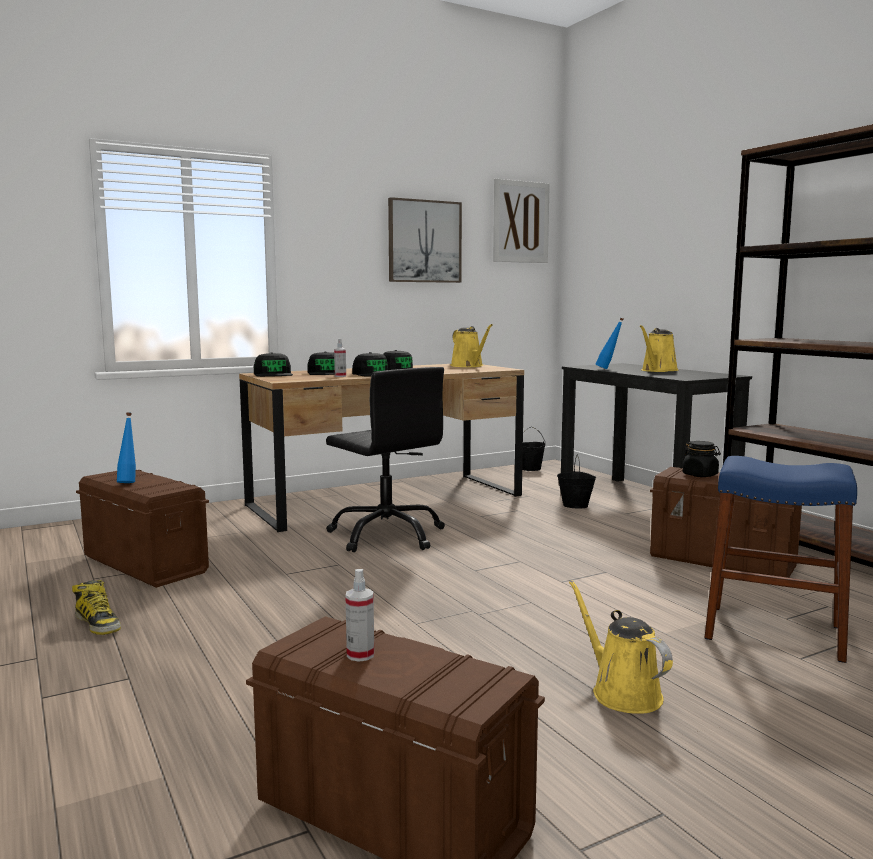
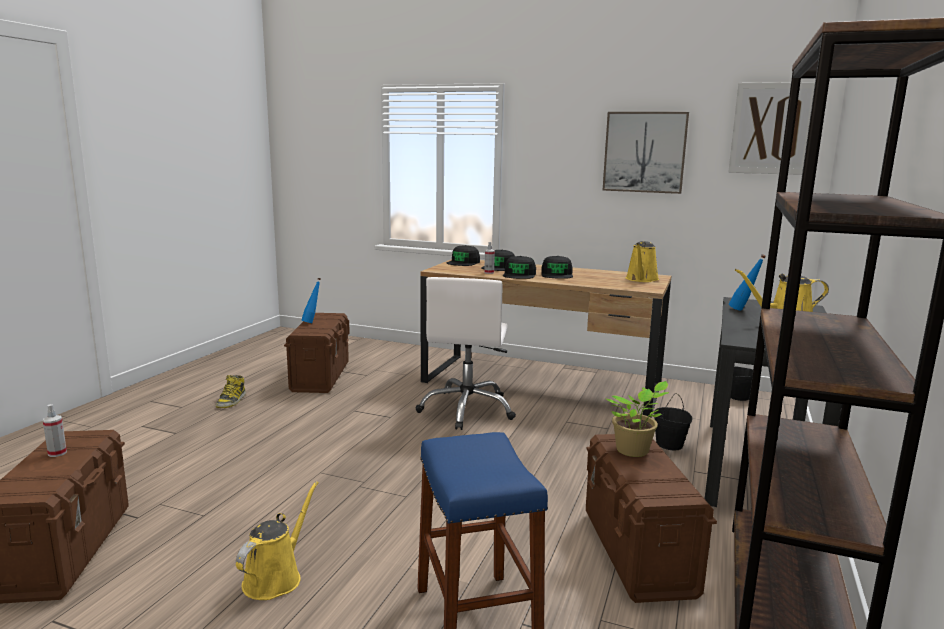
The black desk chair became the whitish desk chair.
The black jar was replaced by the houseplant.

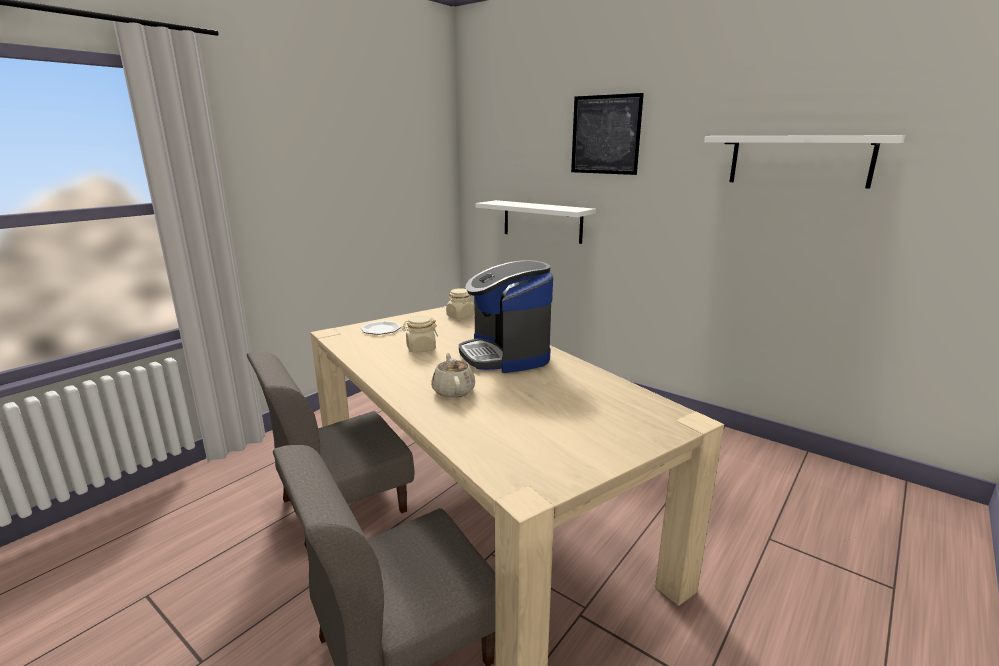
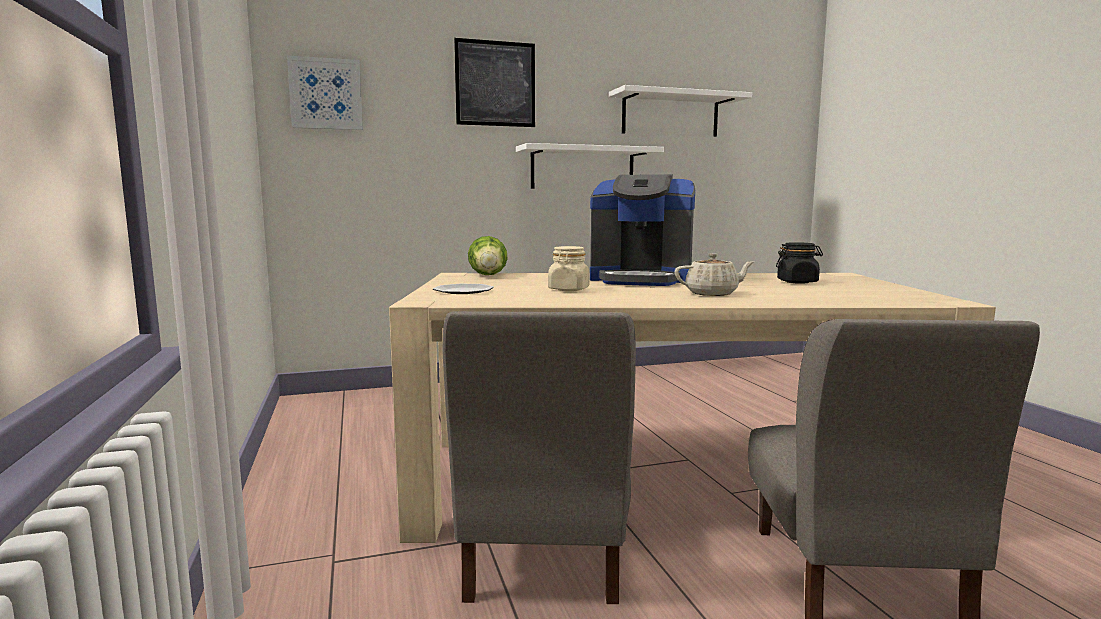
The wall picture (1st from left) appeared.
The beige jar (2nd from left) was replaced by the lettuce head.
The whitish bracket shelf (1st from left) moved.
The beige pot for tea turned 150 degrees clockwise.
The black jar appeared.

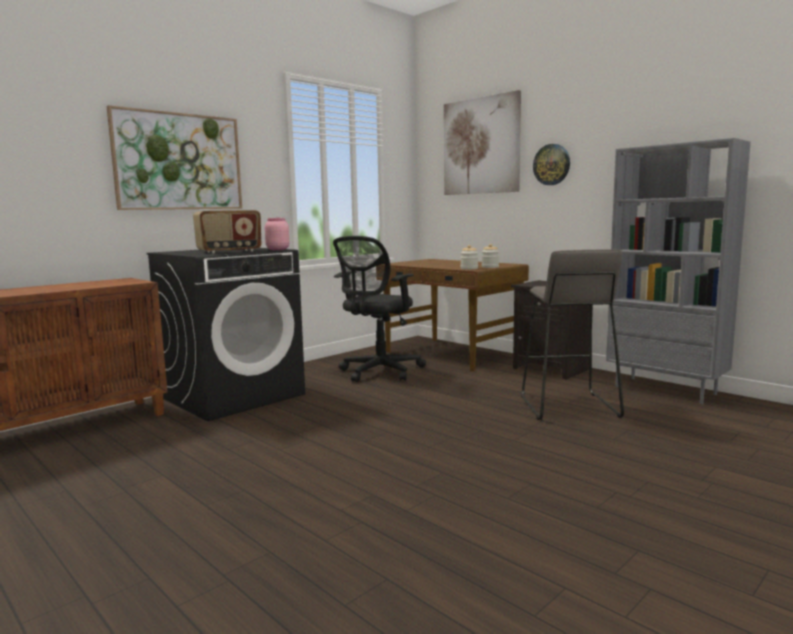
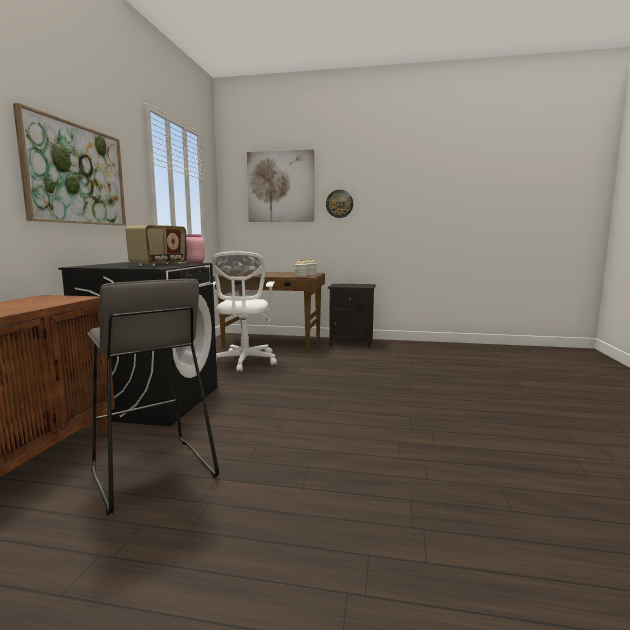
The gray stool seat moved.
The black desk chair became the whitish desk chair.
The gray bookshelf disappeared.

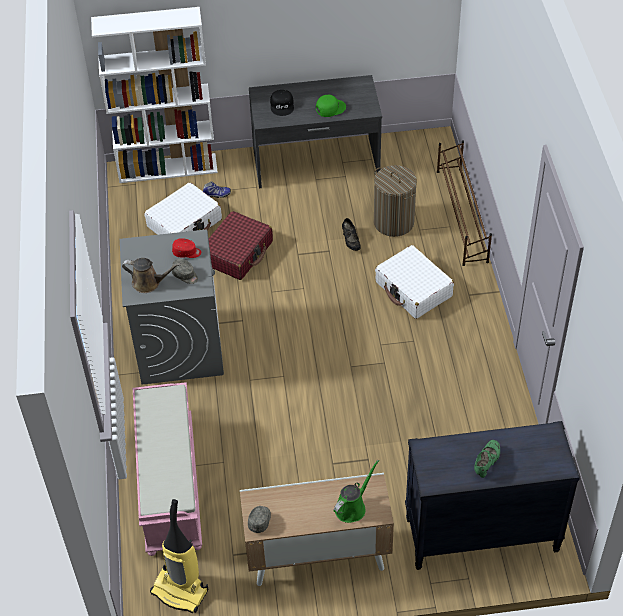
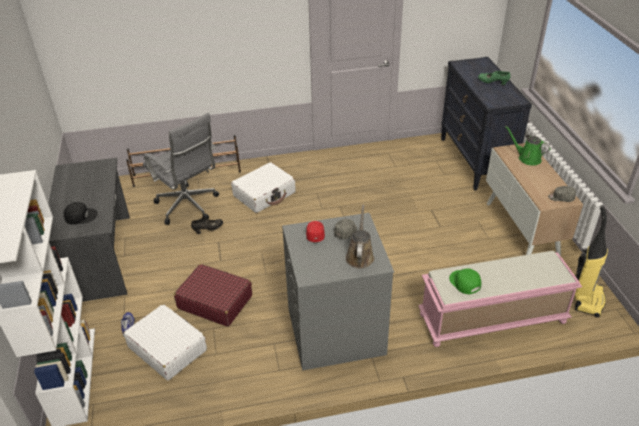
The laundry basket was replaced by the gray desk chair.
The green baseball cap moved.

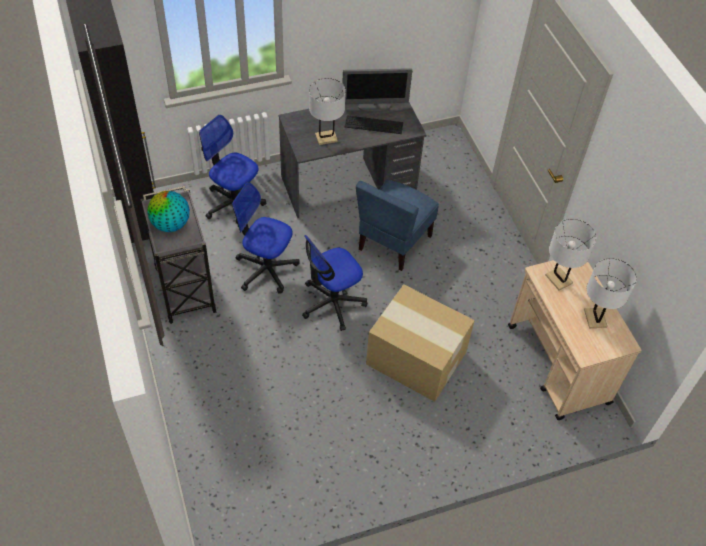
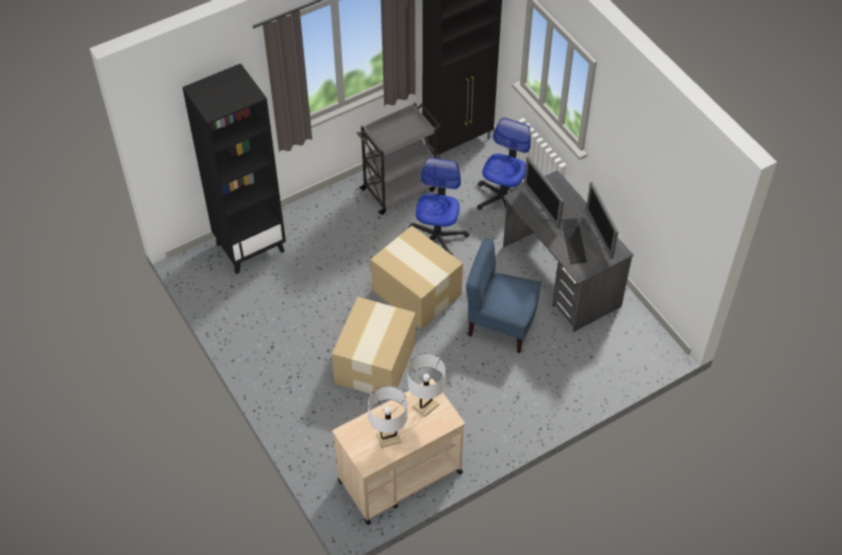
The black bookshelf appeared.
The desk chair (3rd from left) was replaced by the cardboard box (2nd from left).
The whitish tabletop lamp (1st from left) was replaced by the monitor (1st from left).
The globe disappeared.

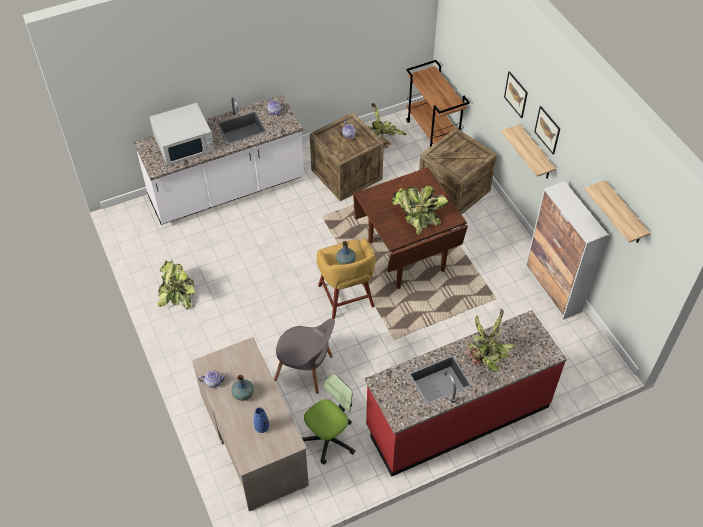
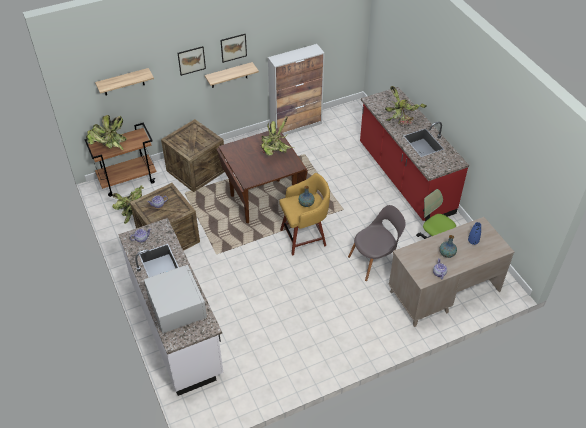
The houseplant (1st from left) moved.
The bracket shelf (2nd from left in the first image) moved.
The gray upright chair turned 45 degrees clockwise.

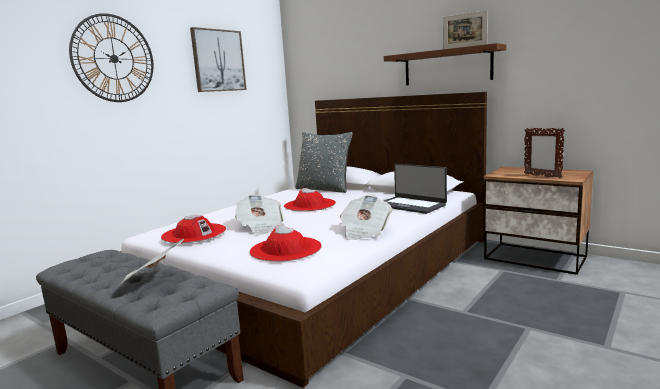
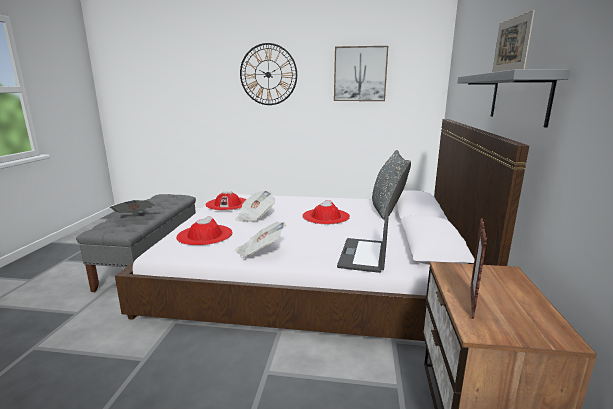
The brownish bracket shelf became the gray bracket shelf.

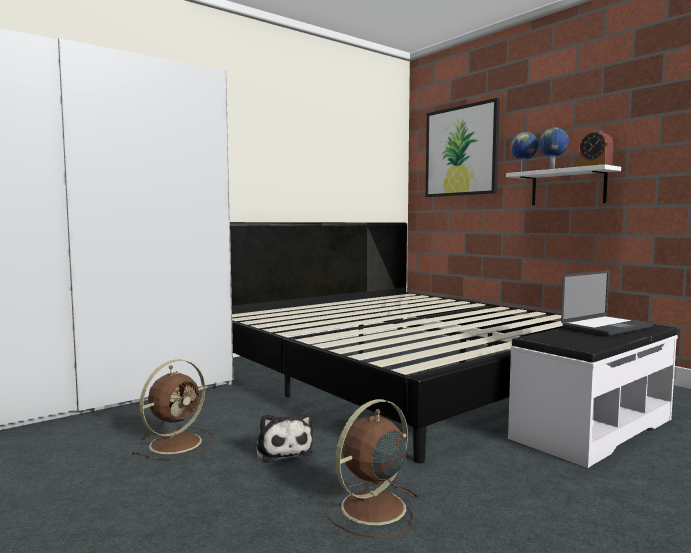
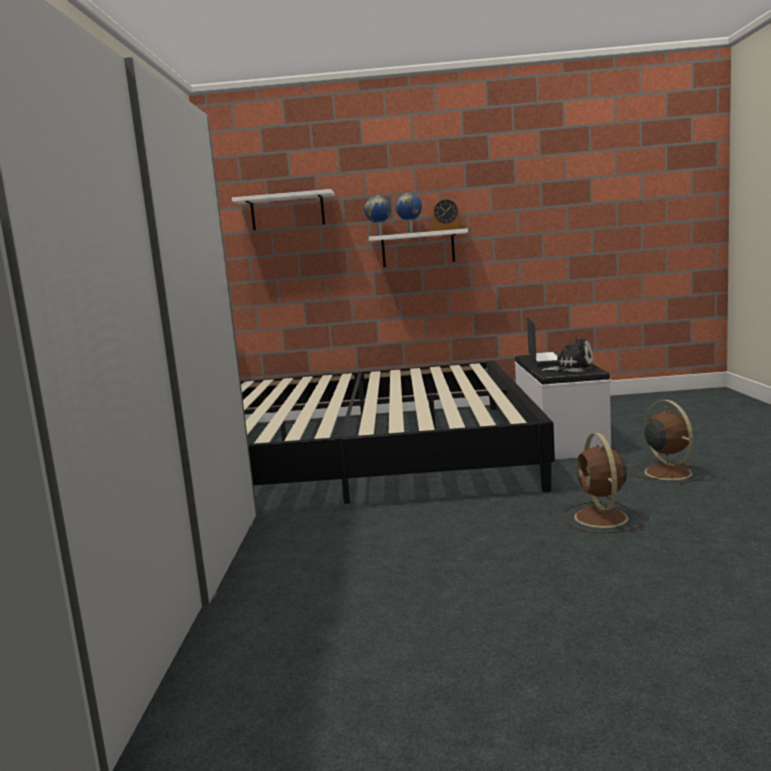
The wall picture was replaced by the whitish bracket shelf (1st from left).
The plush toy moved.
The brownish cooling fan (1st from left in the first image) moved.

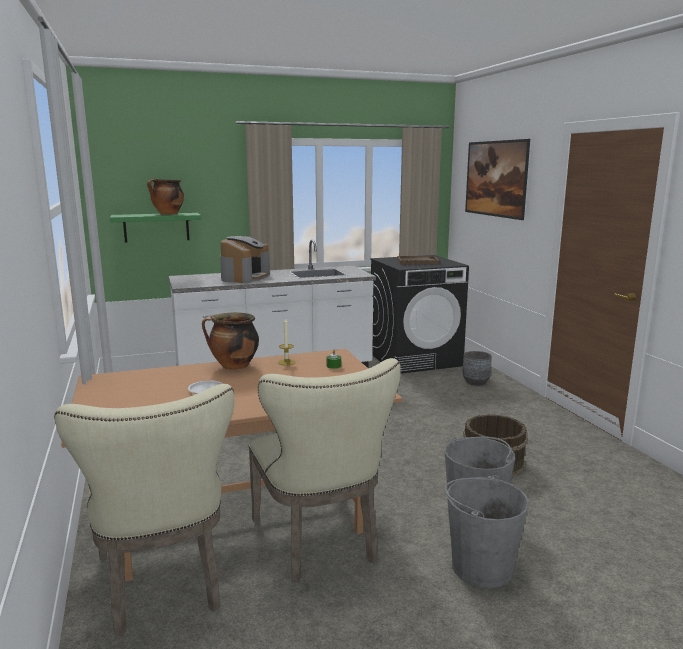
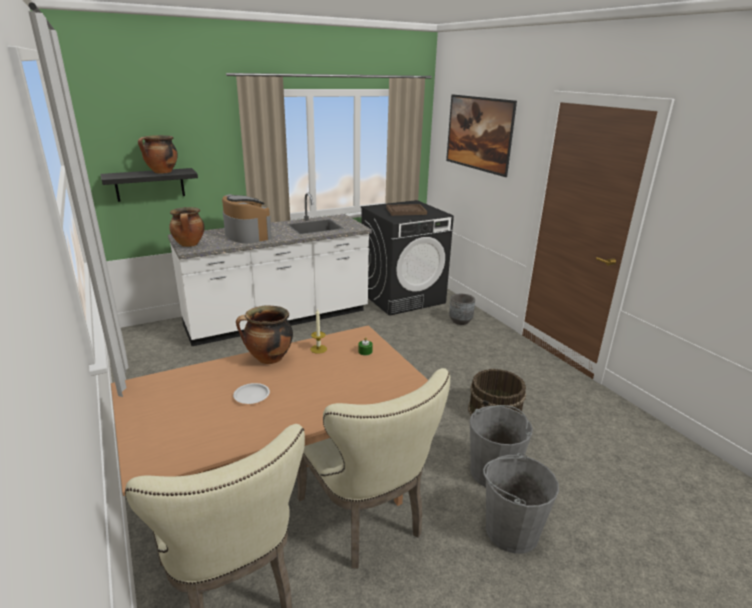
The green bracket shelf became the black bracket shelf.
The stockpot (2nd from left) appeared.
The coffee machine turned 45 degrees counterclockwise.

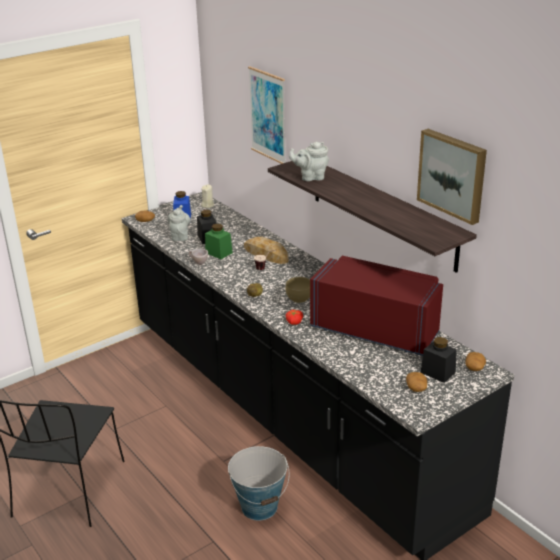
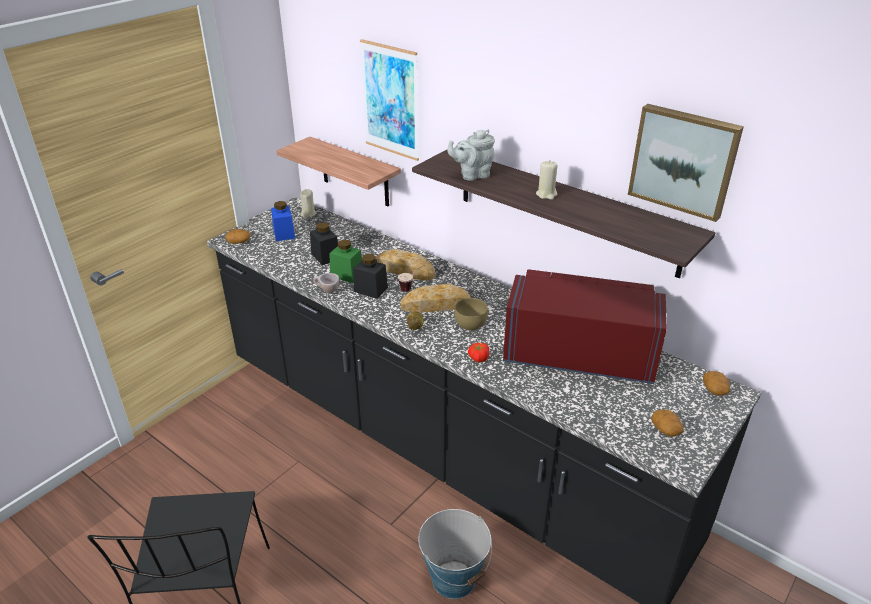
The bracket shelf (1st from left) appeared.
The black jar (2nd from left) moved.
The bread (2nd from left) appeared.
The beige wax light (2nd from left) appeared.
The gray pot for tea (1st from left) disappeared.

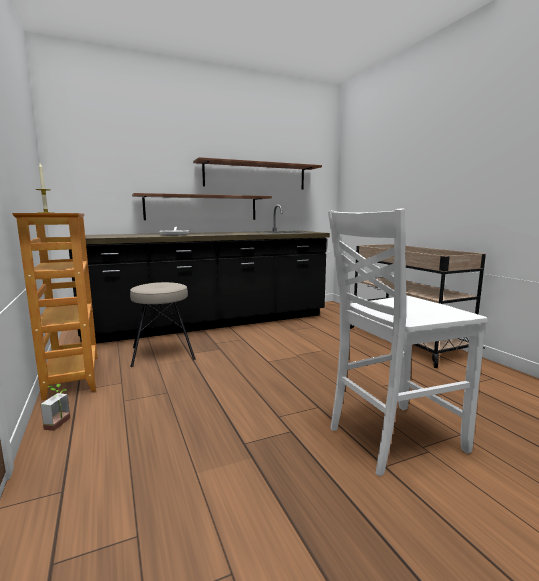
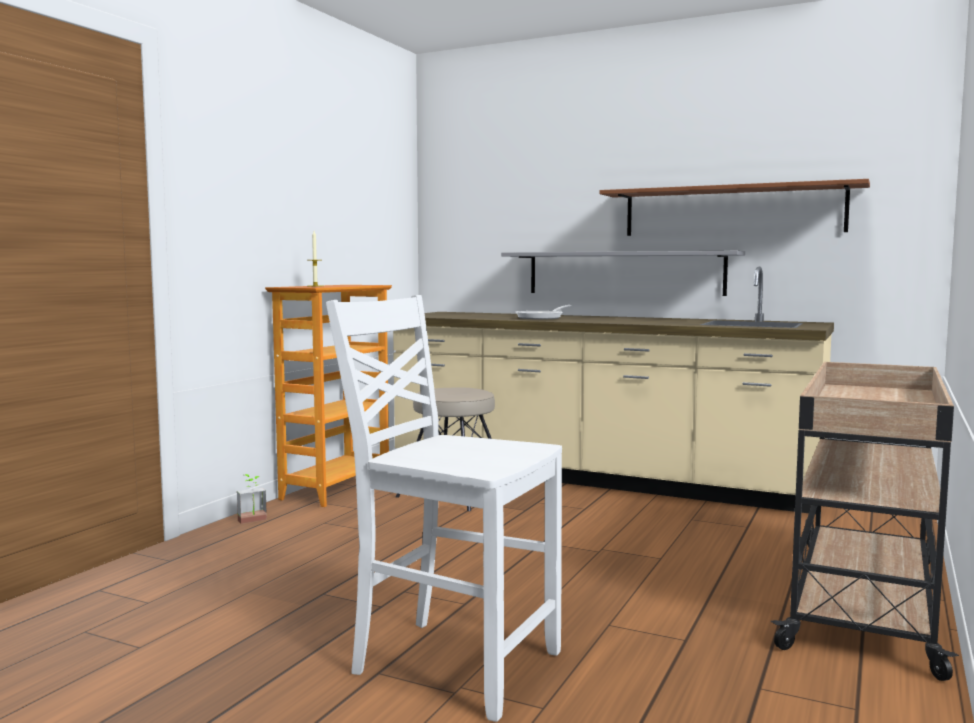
The black kitchen base unit became the beige kitchen base unit.
The brownish bracket shelf (1st from left) became the gray bracket shelf.

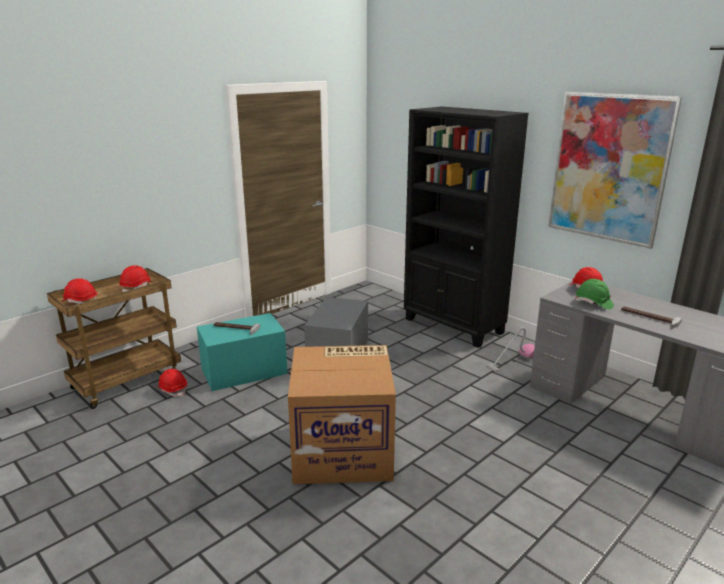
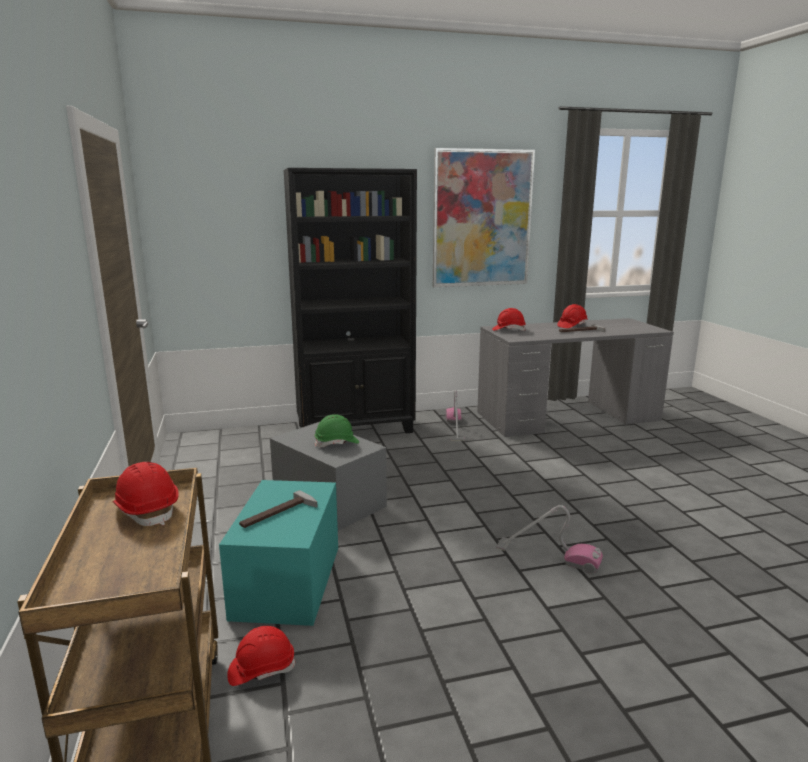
The green safety helmet moved.
The cardboard box was replaced by the hoover (2nd from left).
The red safety helmet (1st from left in the first image) moved.

